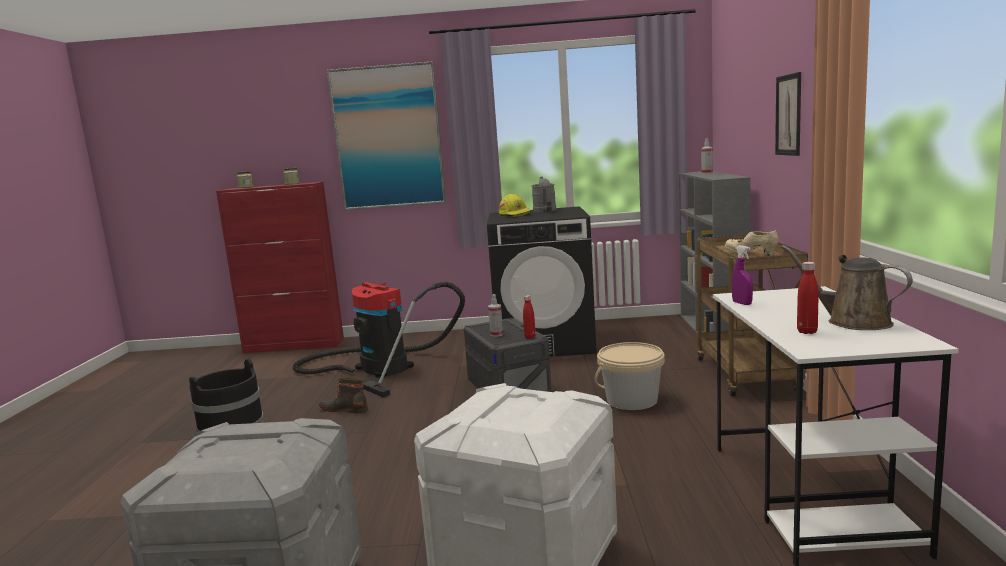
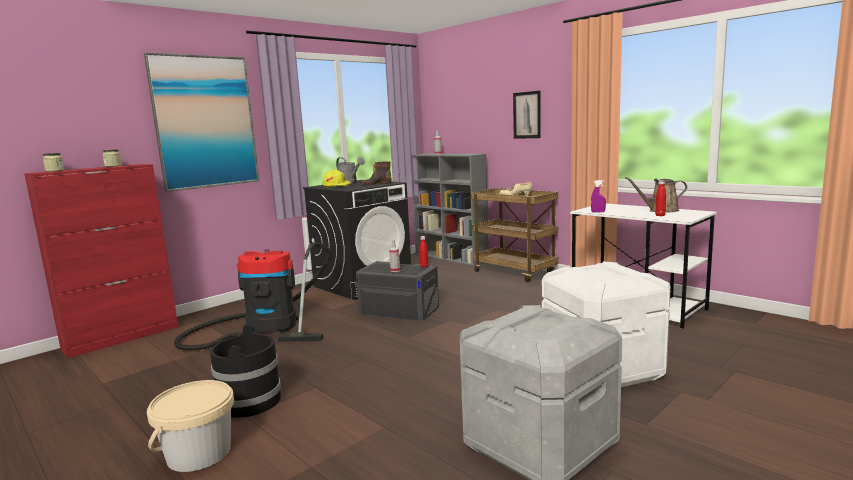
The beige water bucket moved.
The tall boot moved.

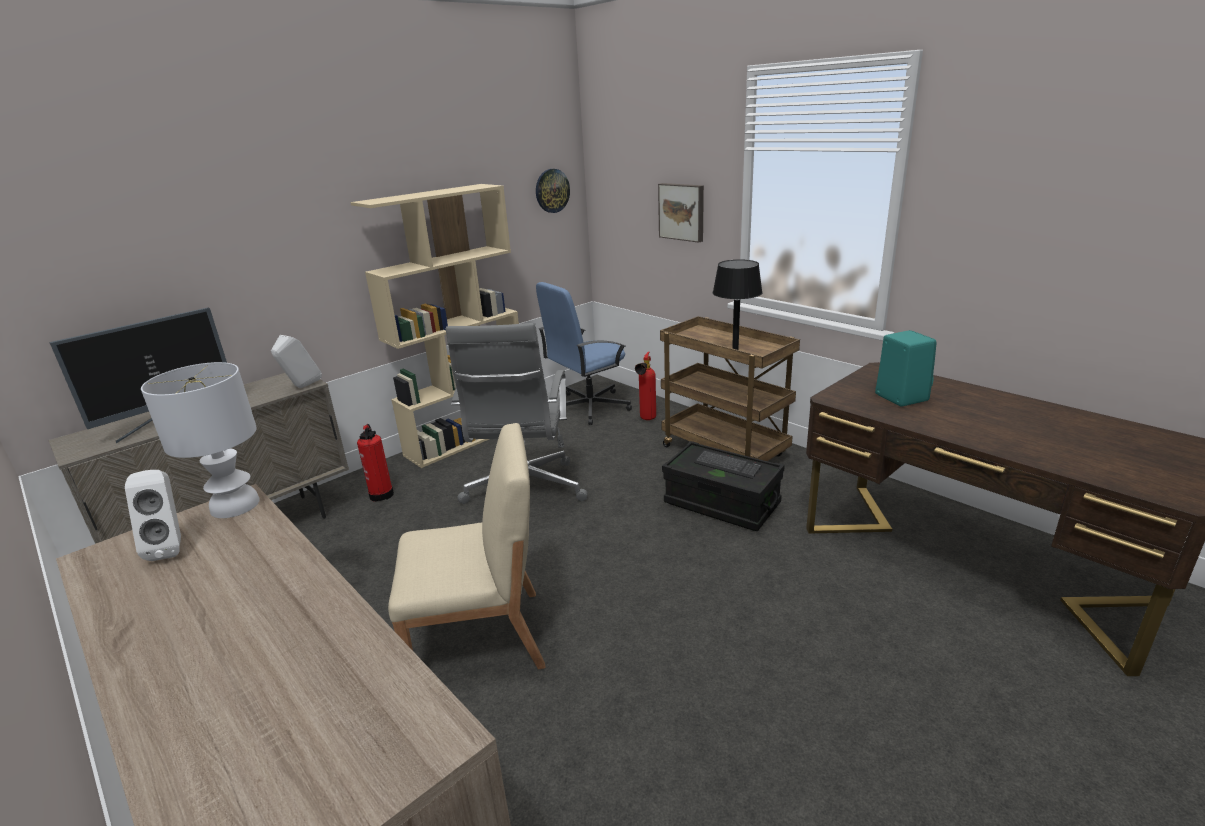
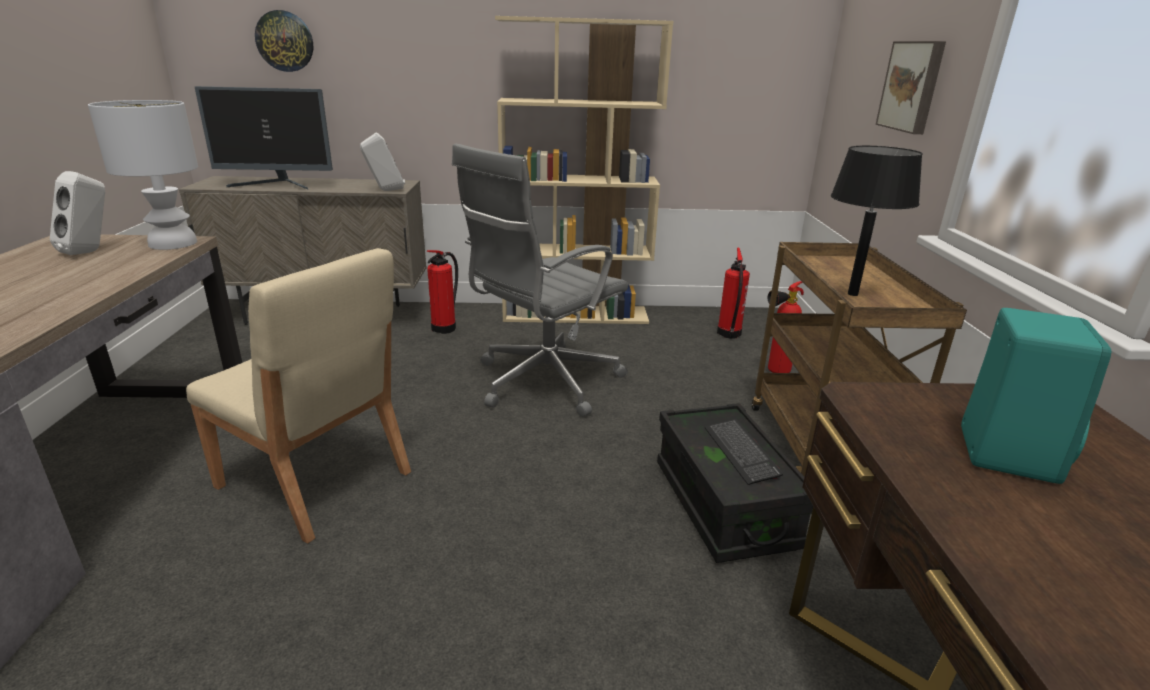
The hanging clock moved.
The blue-coloured desk chair was replaced by the extinguisher (2nd from left).

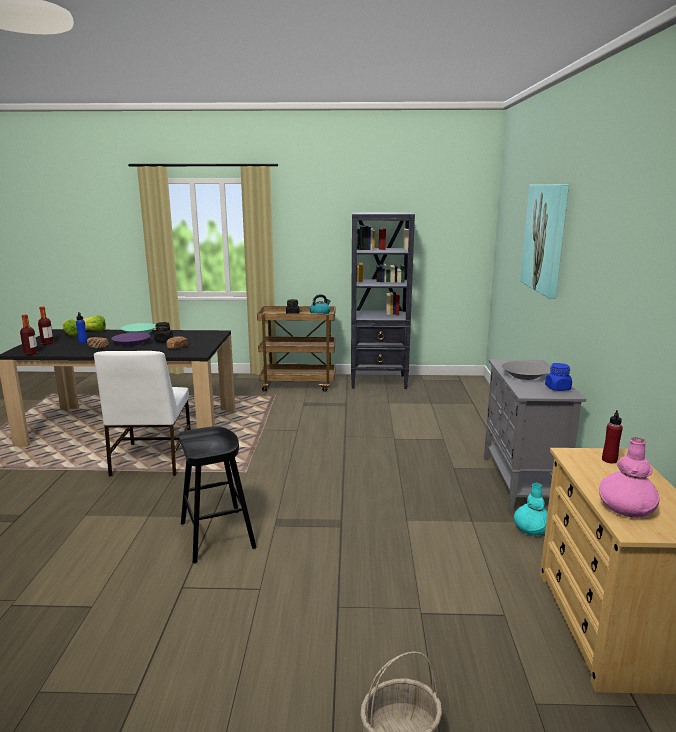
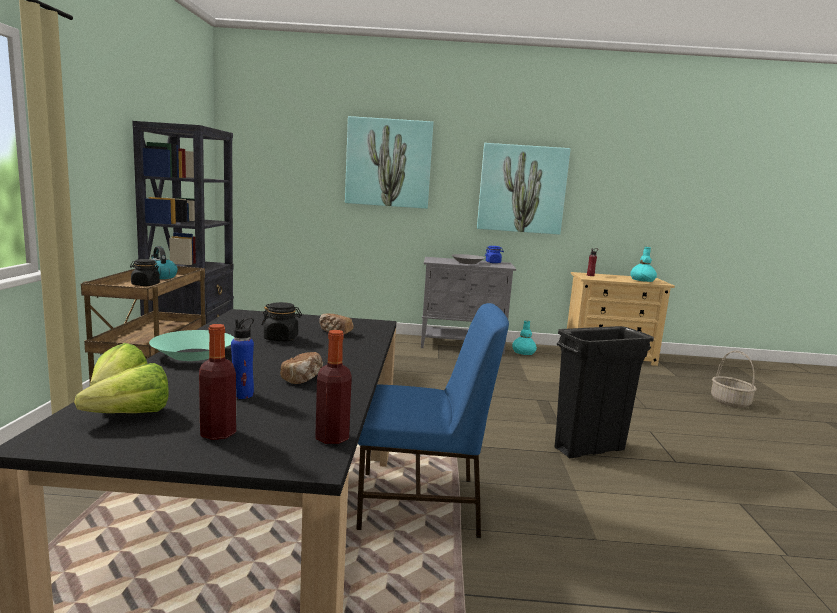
The whitish upright chair became the blue-coloured upright chair.
The wall picture (2nd from left) appeared.
The black stool seat was replaced by the black rubbish bin.
The pinkish decorative vase became the turquoise decorative vase (2nd from left).
The purplish deep dish disappeared.

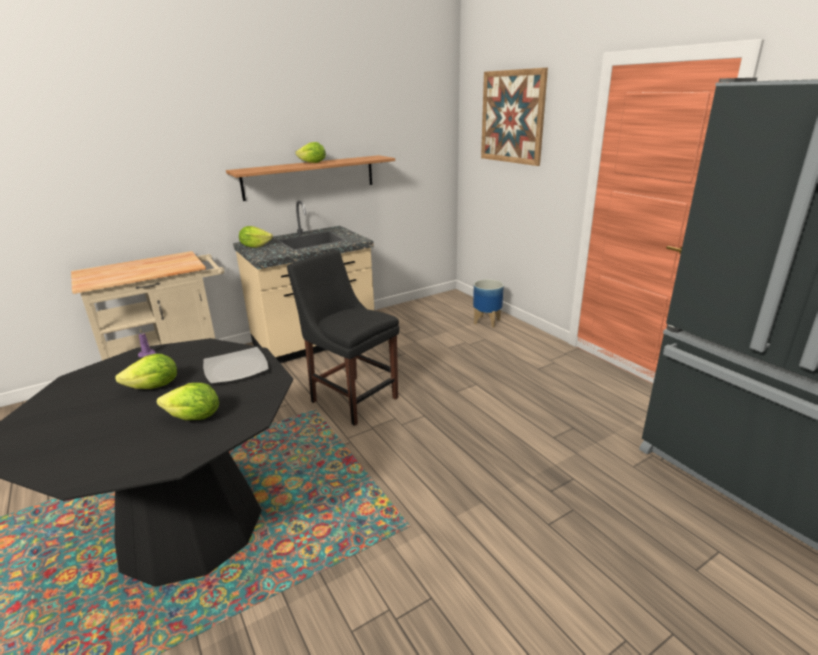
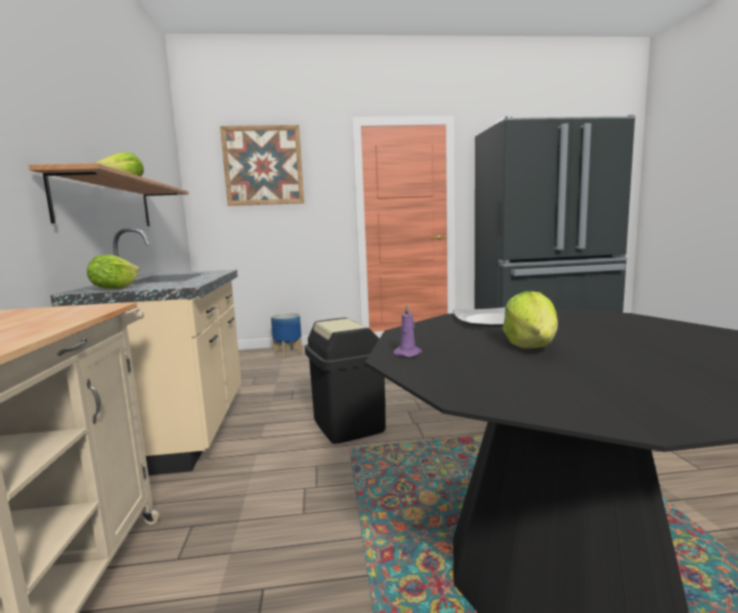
The black upright chair was replaced by the black rubbish bin.
The lettuce head (2nd from left) disappeared.

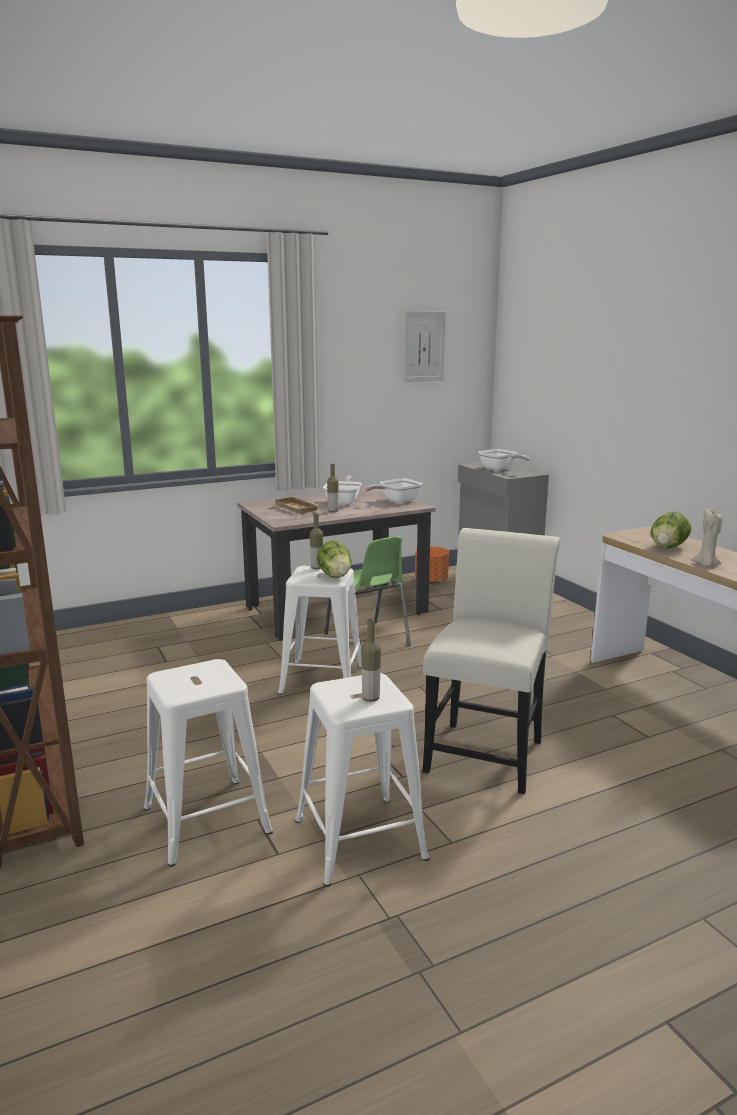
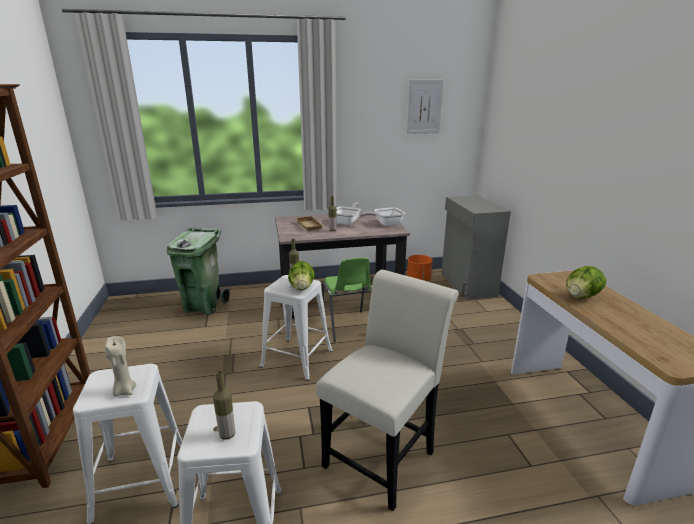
The beige wax light moved.
The green rubbish bin appeared.
The pan (3rd from left) disappeared.

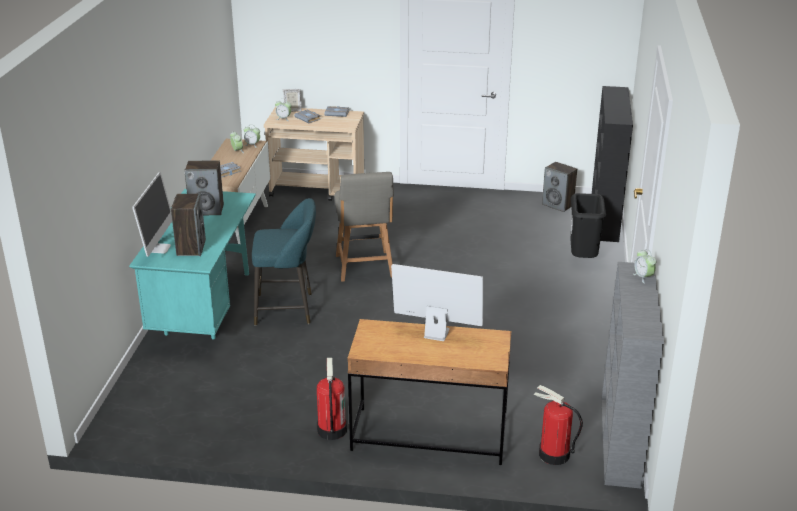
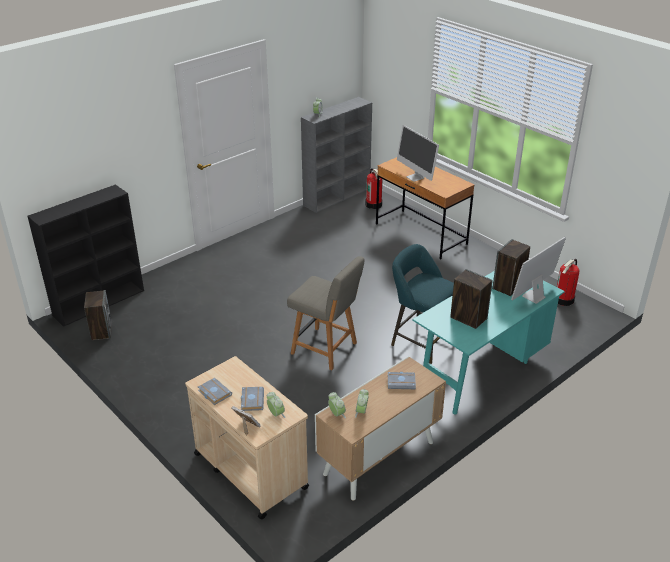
The gray upright chair turned 90 degrees clockwise.
The extinguisher (1st from left in the first image) moved.
The black rubbish bin disappeared.

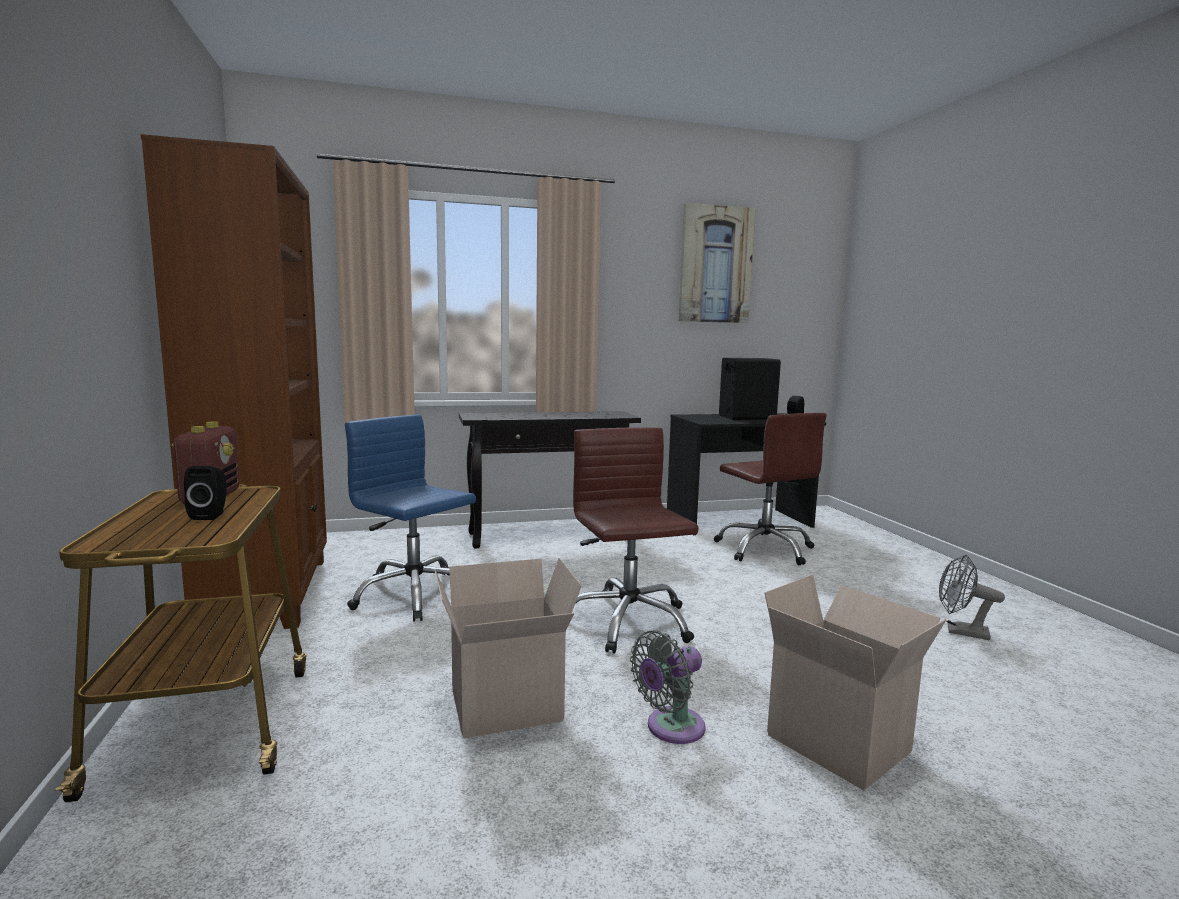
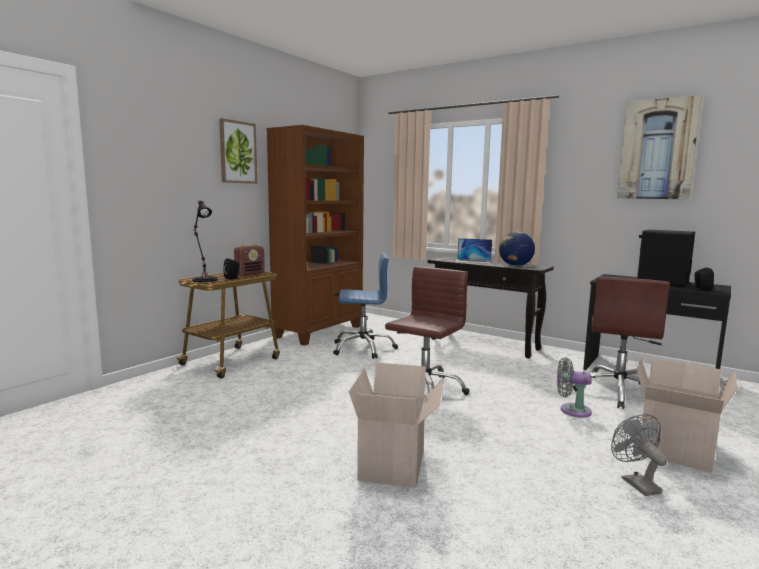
The black tabletop lamp appeared.
The wall picture (1st from left) appeared.
The blue-coloured desk chair turned 90 degrees clockwise.
The notebook computer appeared.
The globe appeared.
The gray cooling fan (1st from left) moved.
The cardboard box (1st from left in the first image) moved.

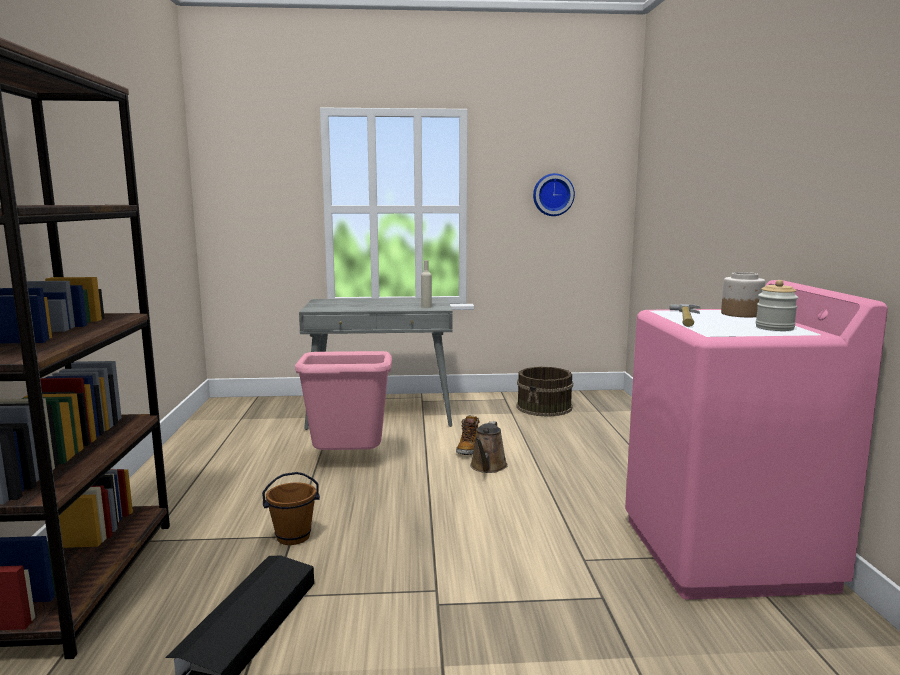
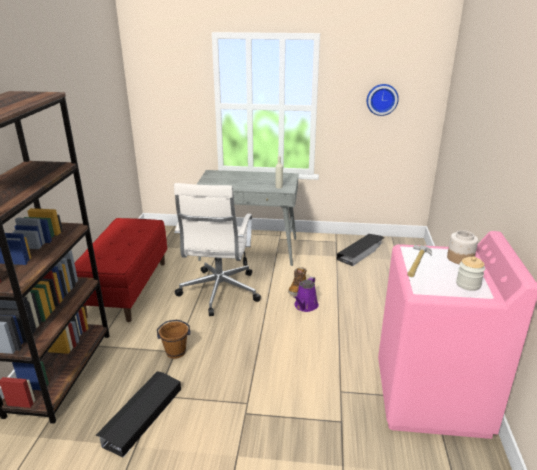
The red bench appeared.
The pinkish rubbish bin was replaced by the whitish desk chair.
The brownish watering can became the purplish watering can.
The brownish water bucket (2nd from left) was replaced by the black storage bin (2nd from left).

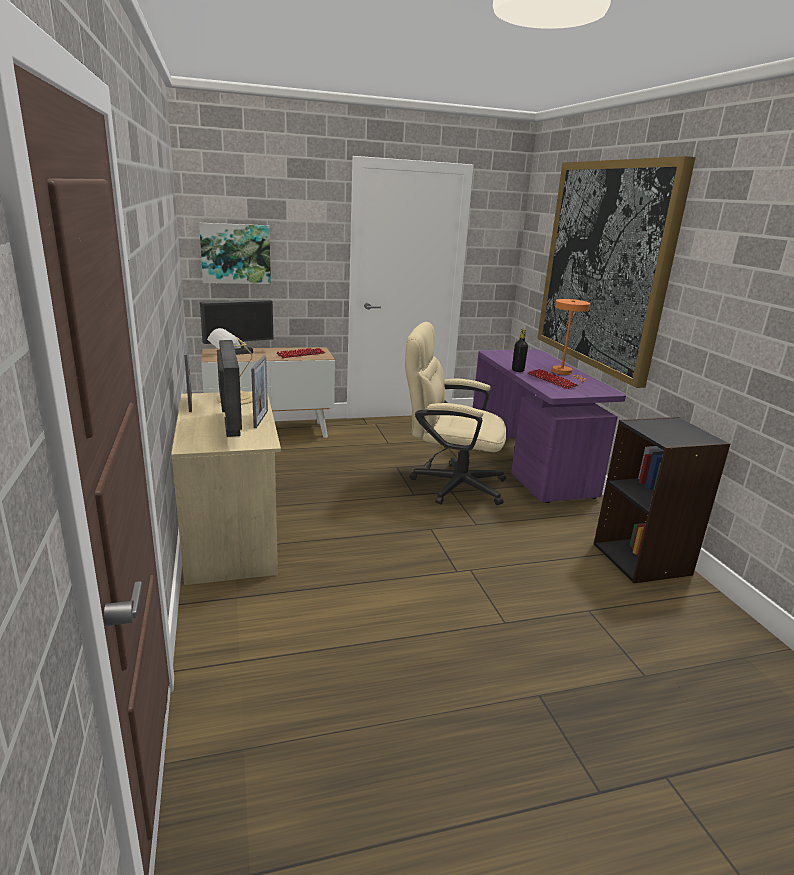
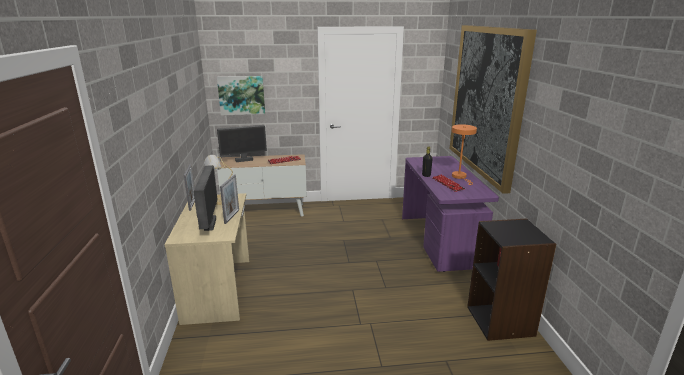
The beige desk chair disappeared.

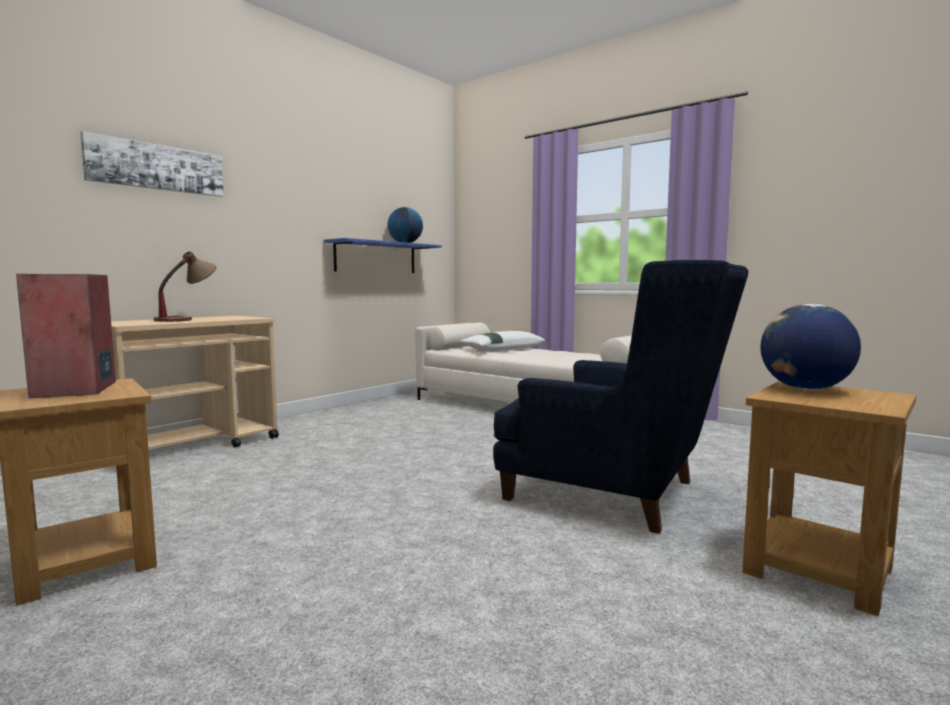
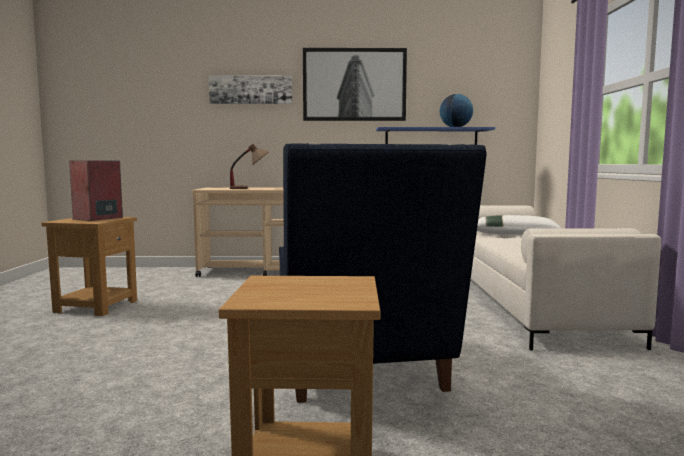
The wall picture (2nd from left) appeared.
The globe (2nd from left) disappeared.

